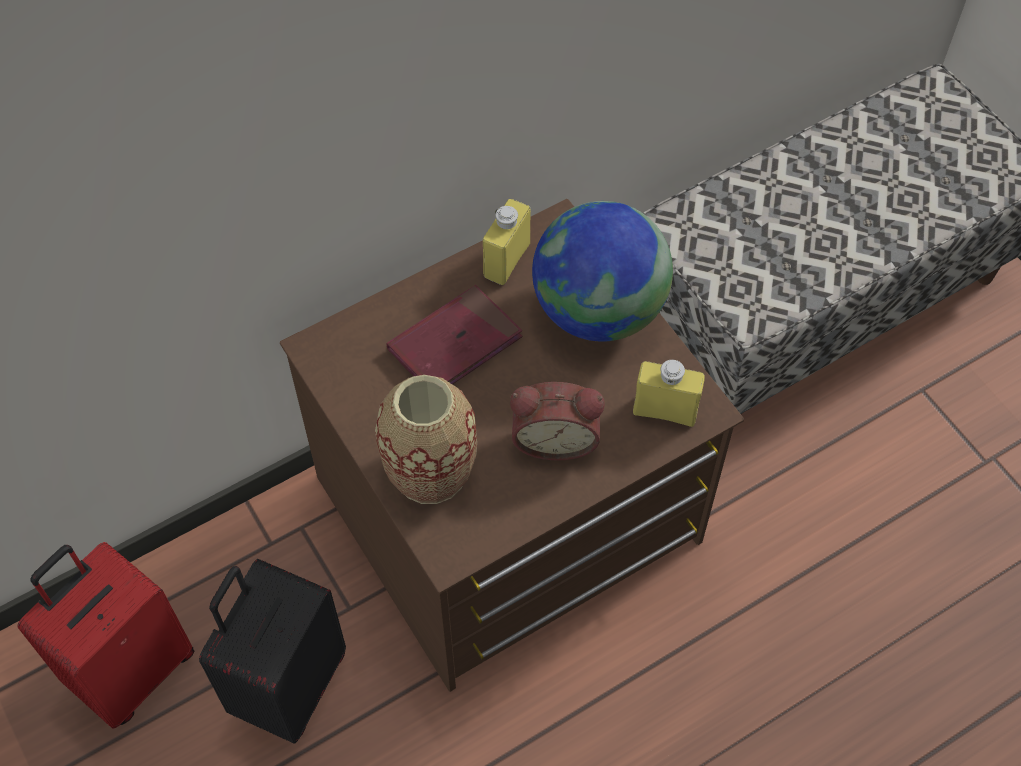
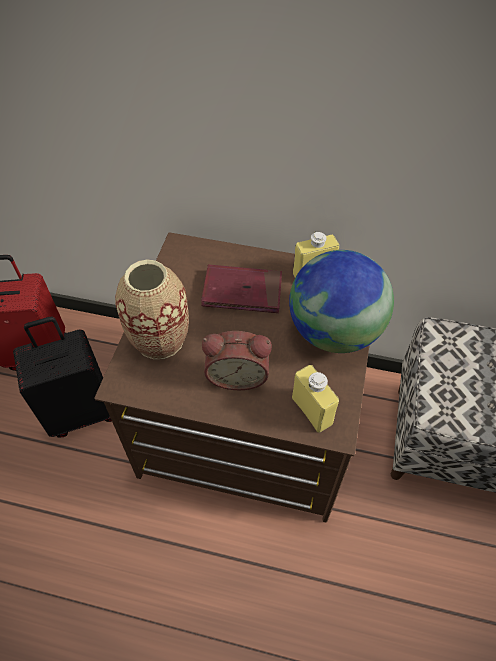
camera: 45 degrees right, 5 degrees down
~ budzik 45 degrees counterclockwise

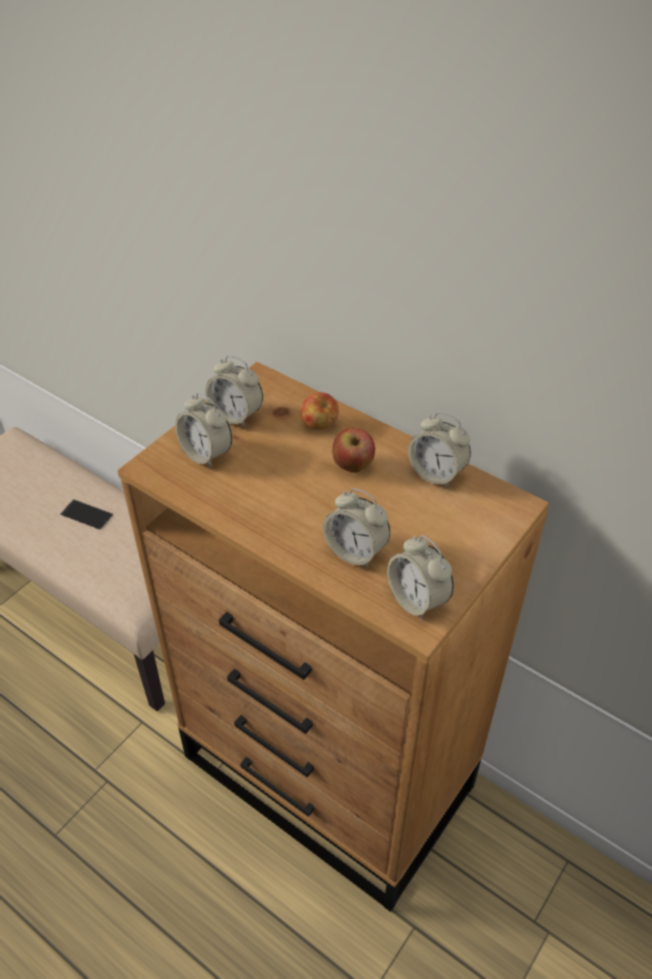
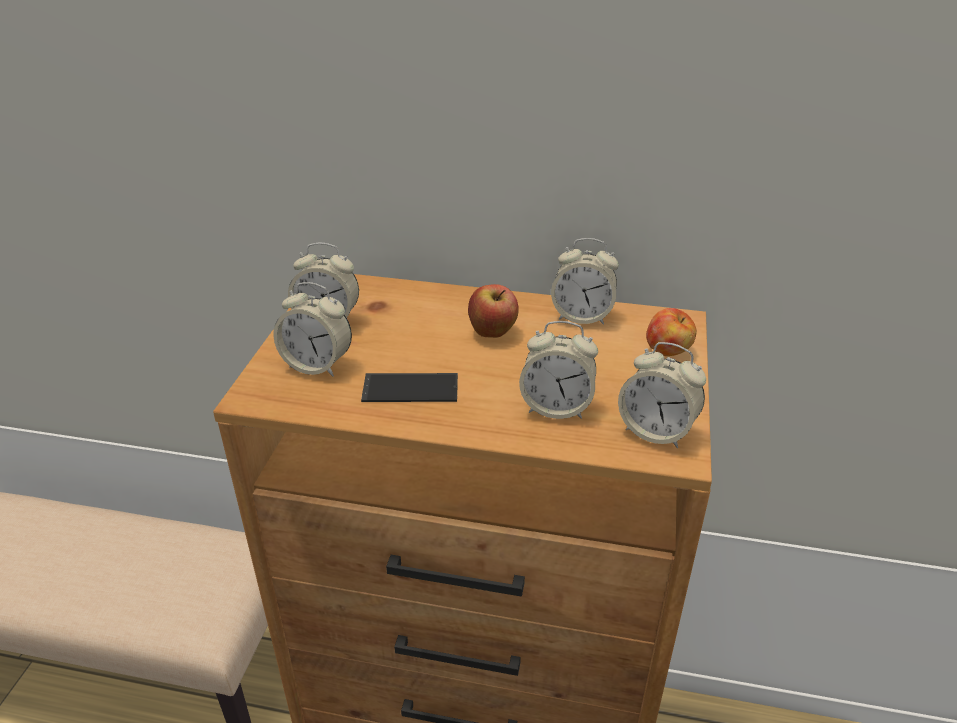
camera: 25 degrees left, 10 degrees down
~ telefon
~ jabłko (no. 1 from left in the first image) to jabłko (no. 2 from left)

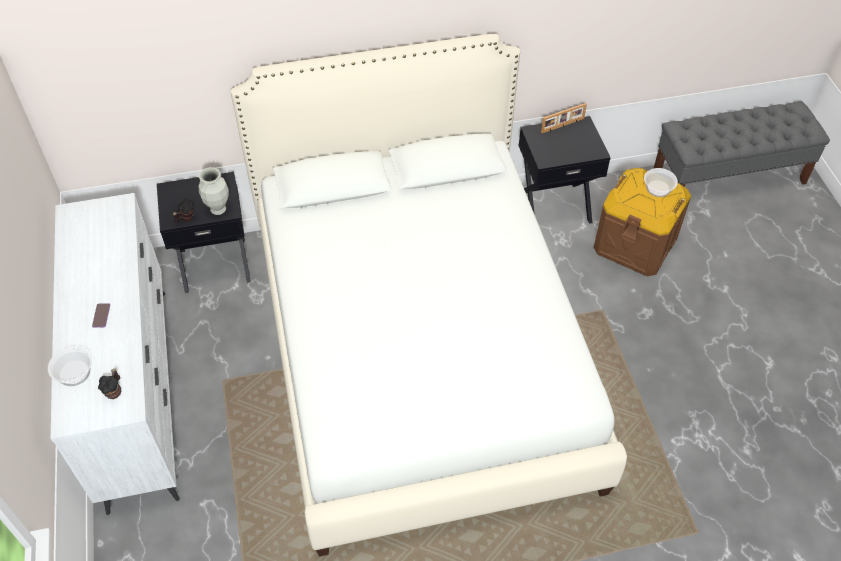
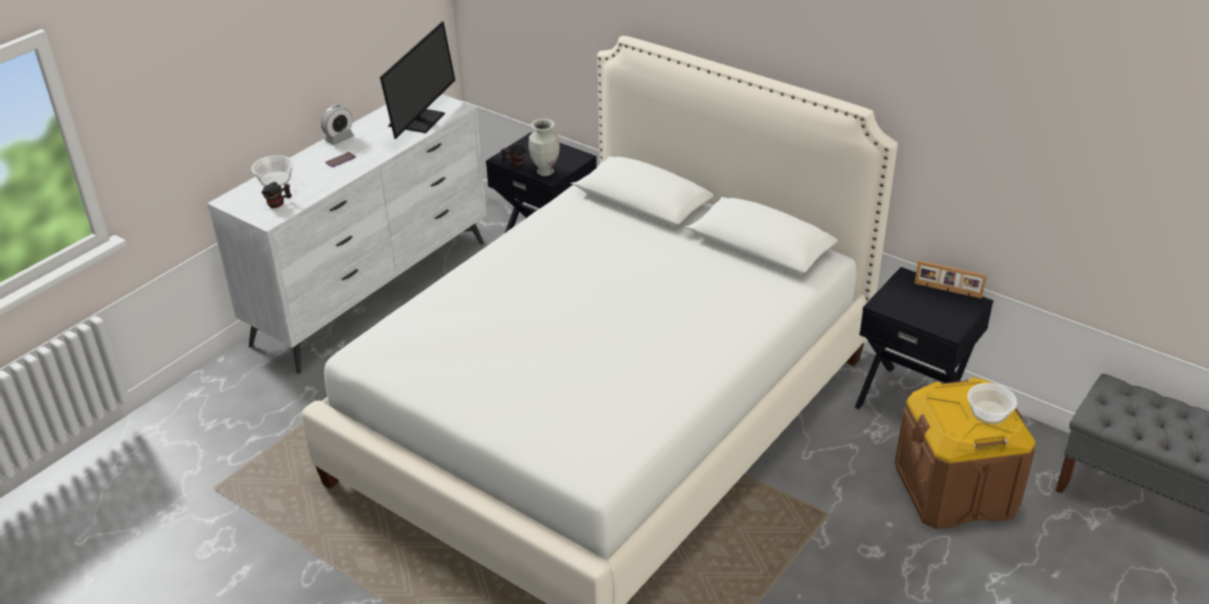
camera: 50 degrees right, 15 degrees down
+ budzik
+ monitor

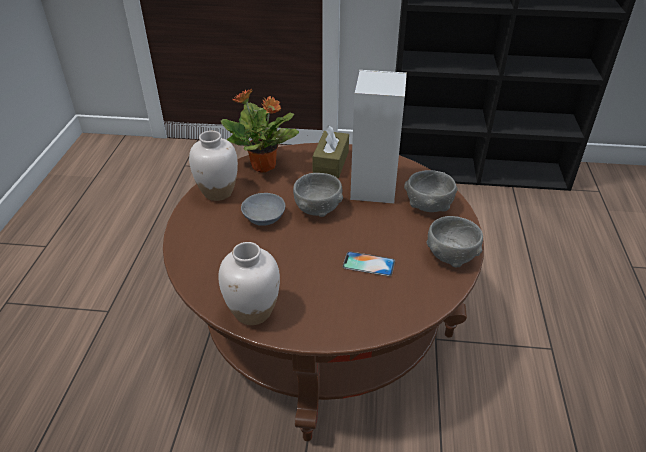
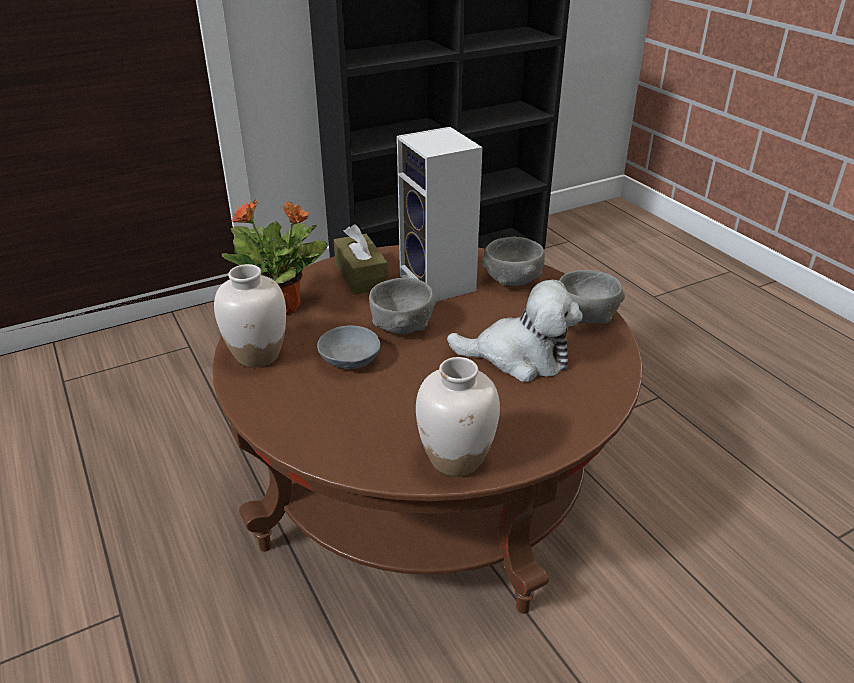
camera: 35 degrees left, 5 degrees down
~ telefon to pluszak

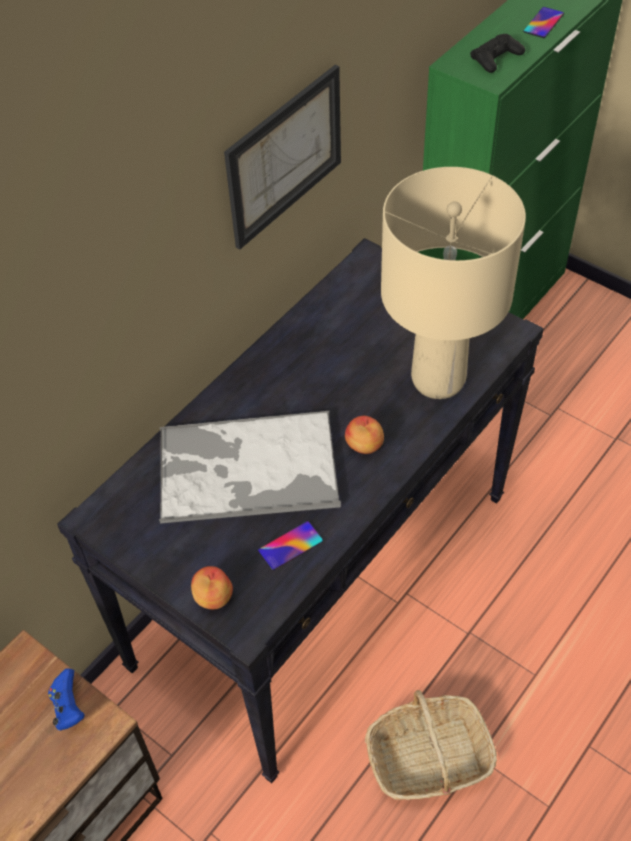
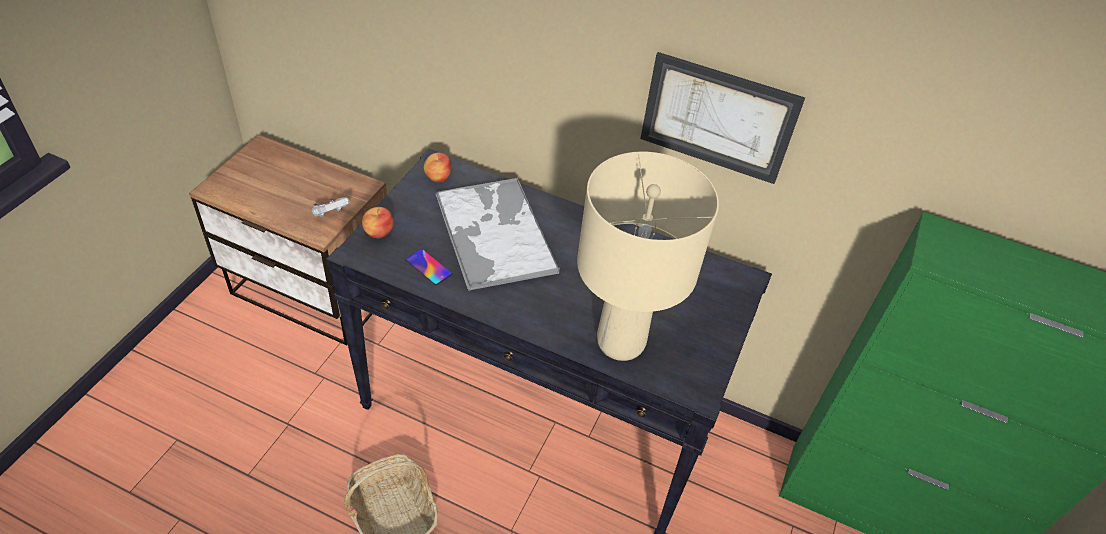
camera: 70 degrees right, 5 degrees down
~ pad do gier/niebieski to pad do gier/biały
~ jabłko (no. 2 from left)
- pad do gier/czarny
- telefon (no. 2 from left)

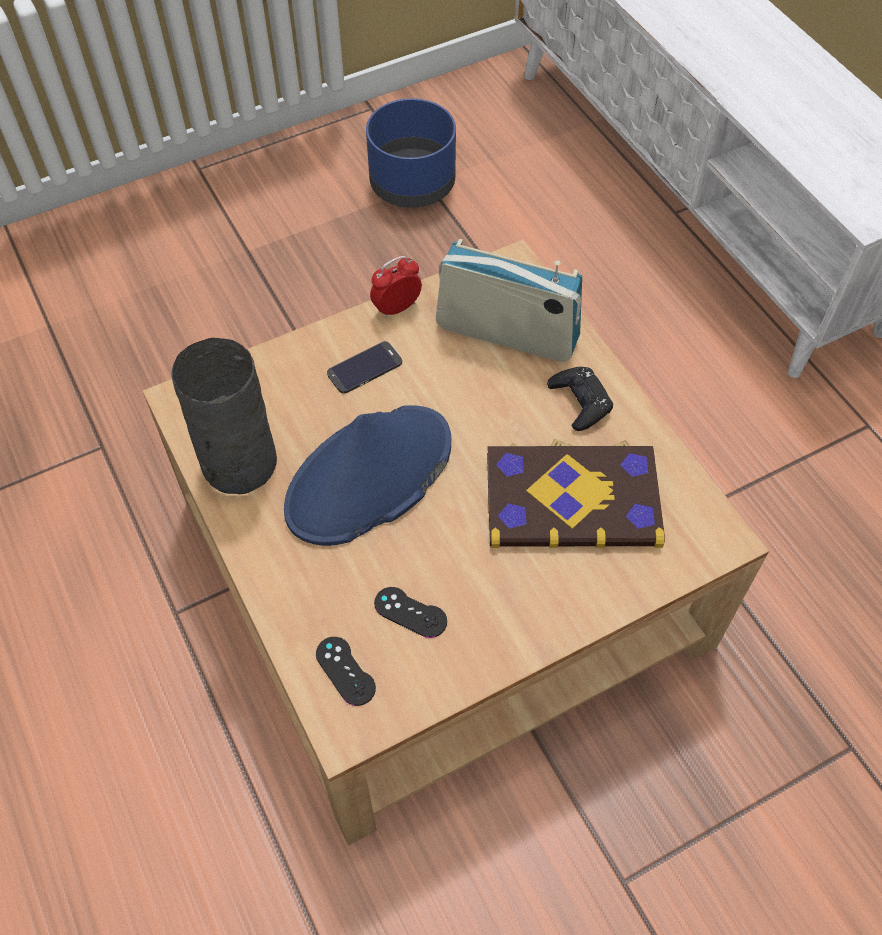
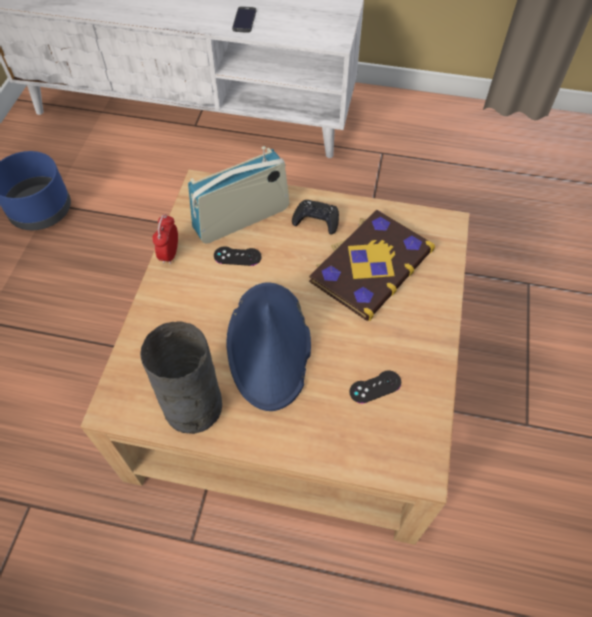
camera: 50 degrees left, 0 degrees up
~ pad do gier/czarny (no. 1 from left)
~ telefon

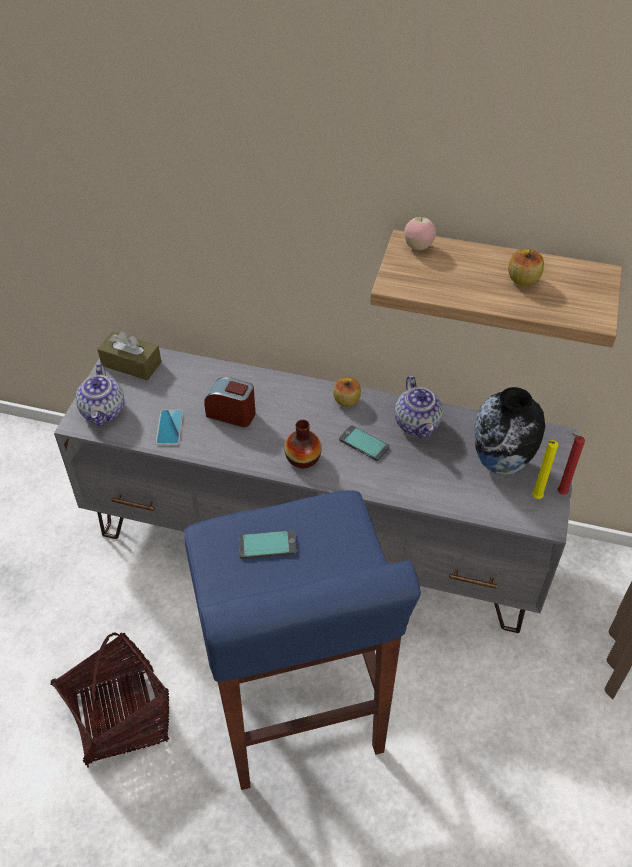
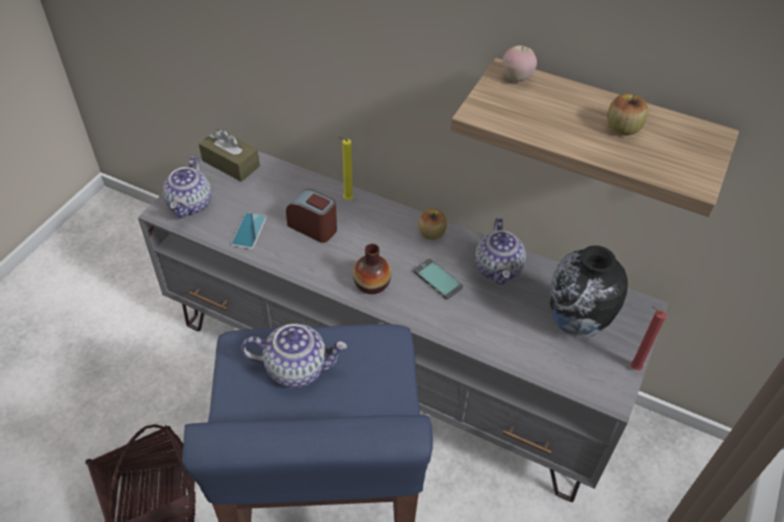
camera: 10 degrees right, 0 degrees up
~ telefon (no. 2 from left) to imbryk (no. 2 from left)
~ świeca/żółty

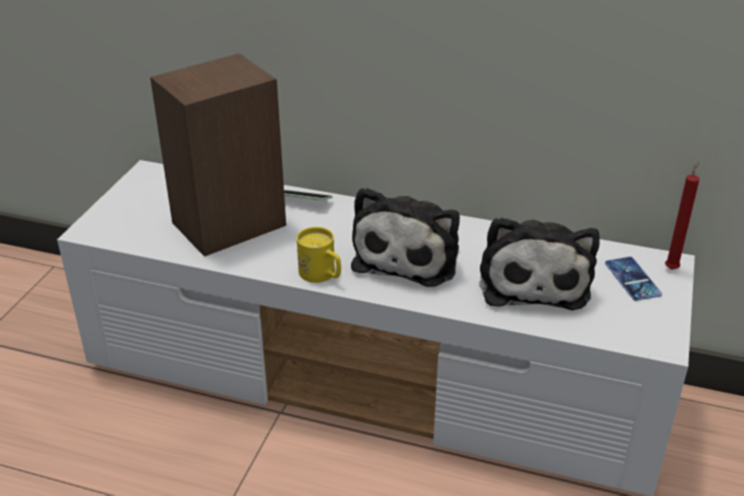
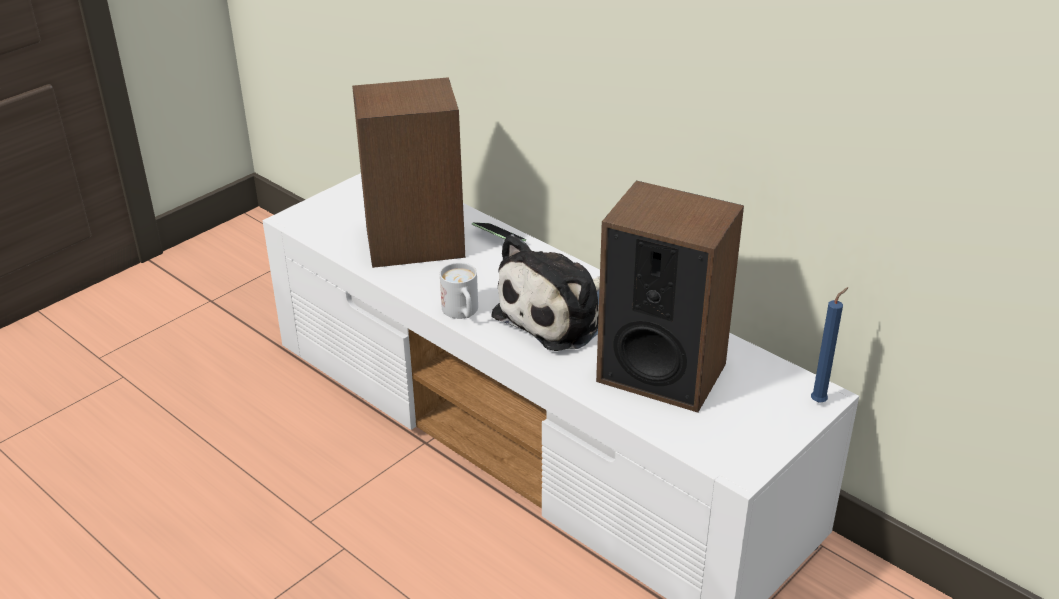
camera: 25 degrees right, 0 degrees up
~ kubek/żółty to kubek/biały
~ pluszak (no. 2 from left) to głośnik (no. 2 from left)
~ świeca/czerwony to świeca/niebieski
- telefon (no. 2 from left)

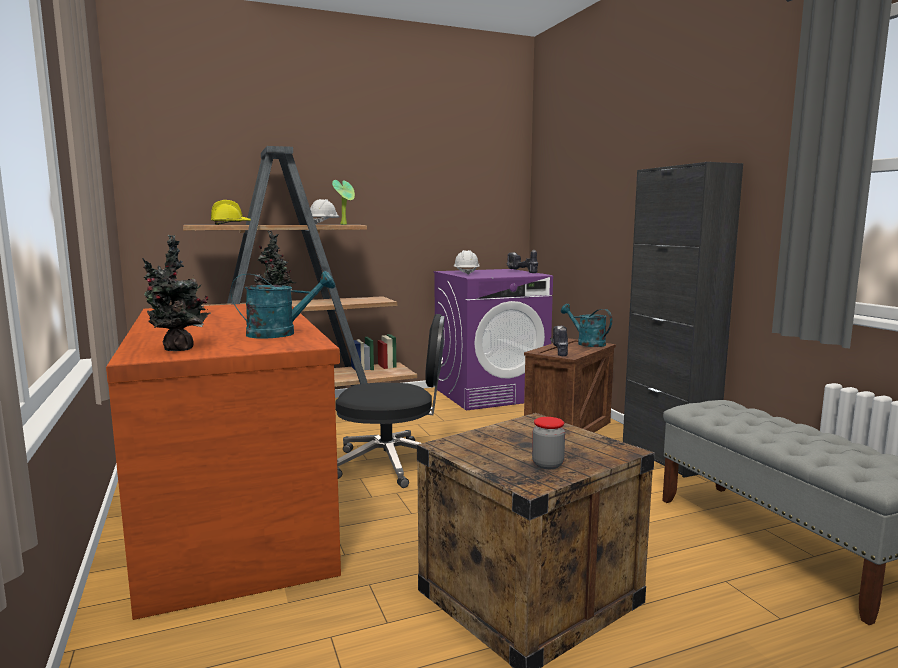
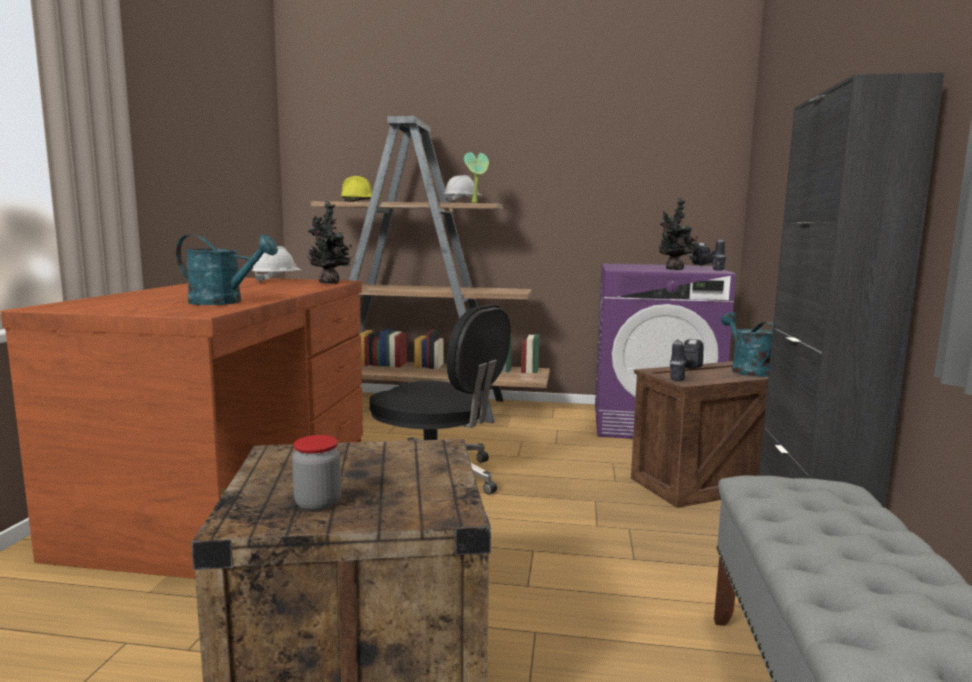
camera: 30 degrees right, 0 degrees up
~ kask/biały (no. 2 from left in the first image) to kask/biały (no. 1 from left)
~ roślina doniczkowa (no. 1 from left in the first image) to roślina doniczkowa (no. 3 from left)

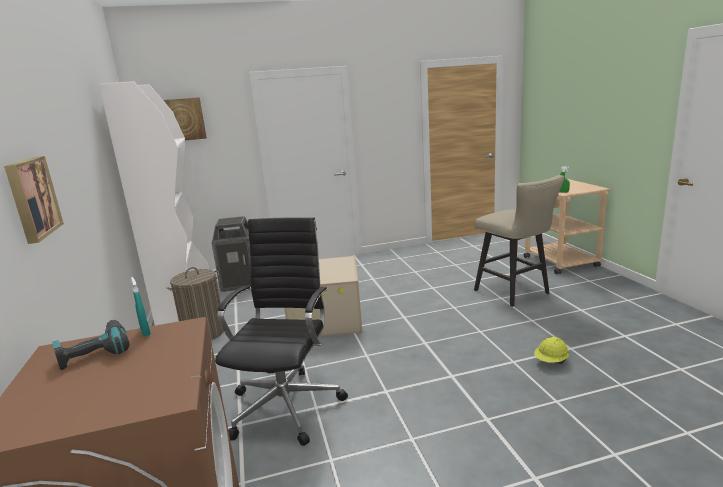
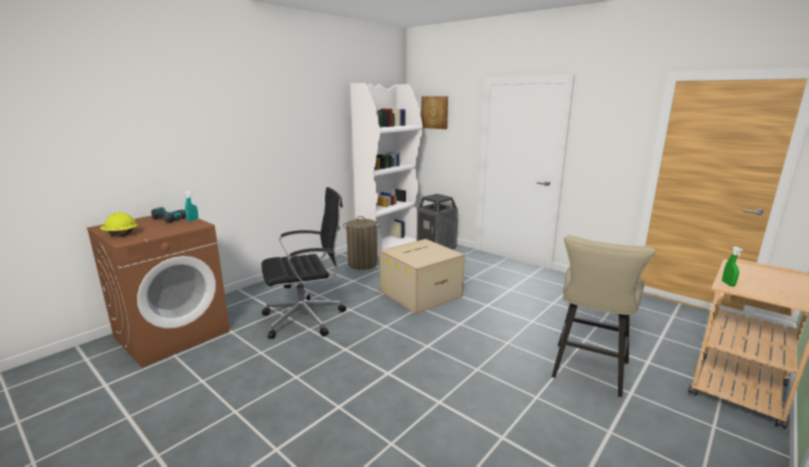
camera: 55 degrees right, 0 degrees up
~ kask/żółty
- obraz (no. 1 from left)

